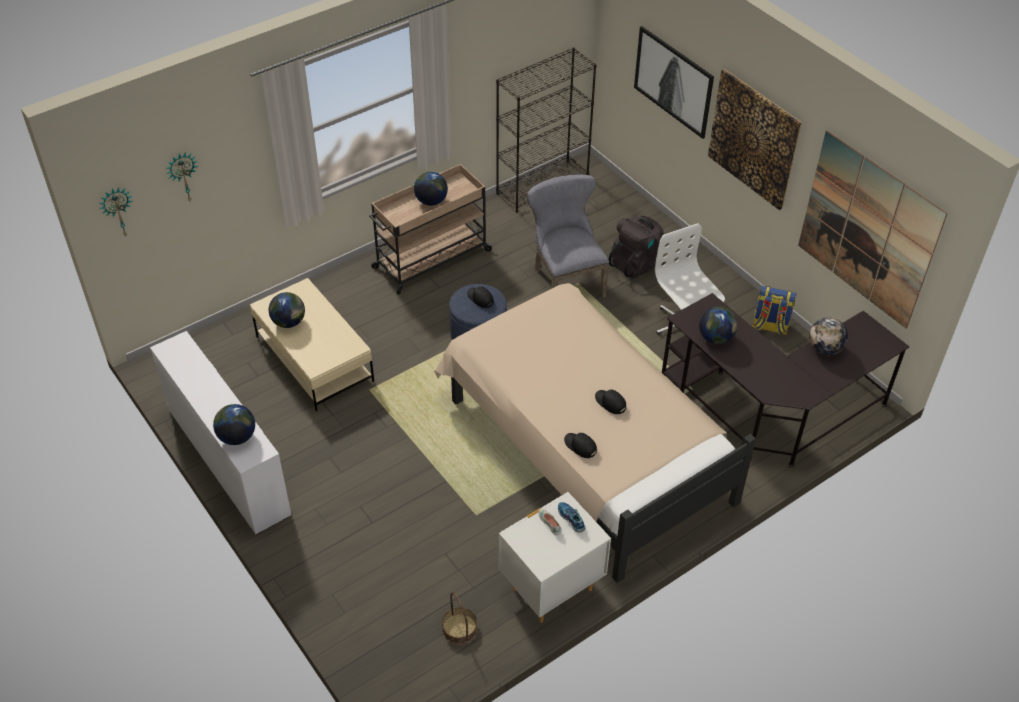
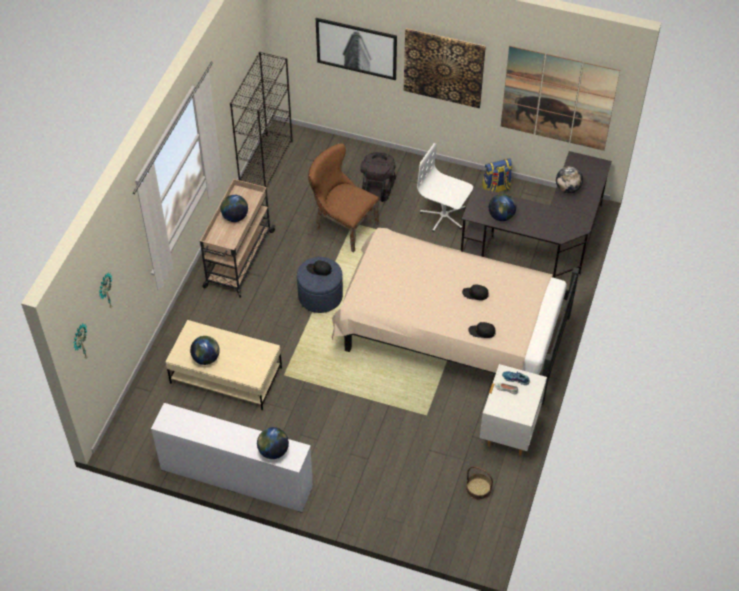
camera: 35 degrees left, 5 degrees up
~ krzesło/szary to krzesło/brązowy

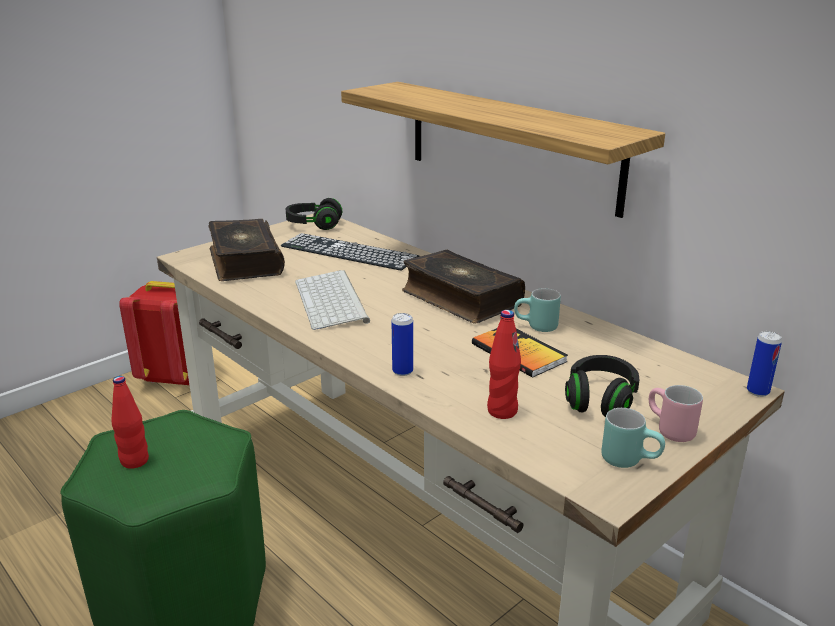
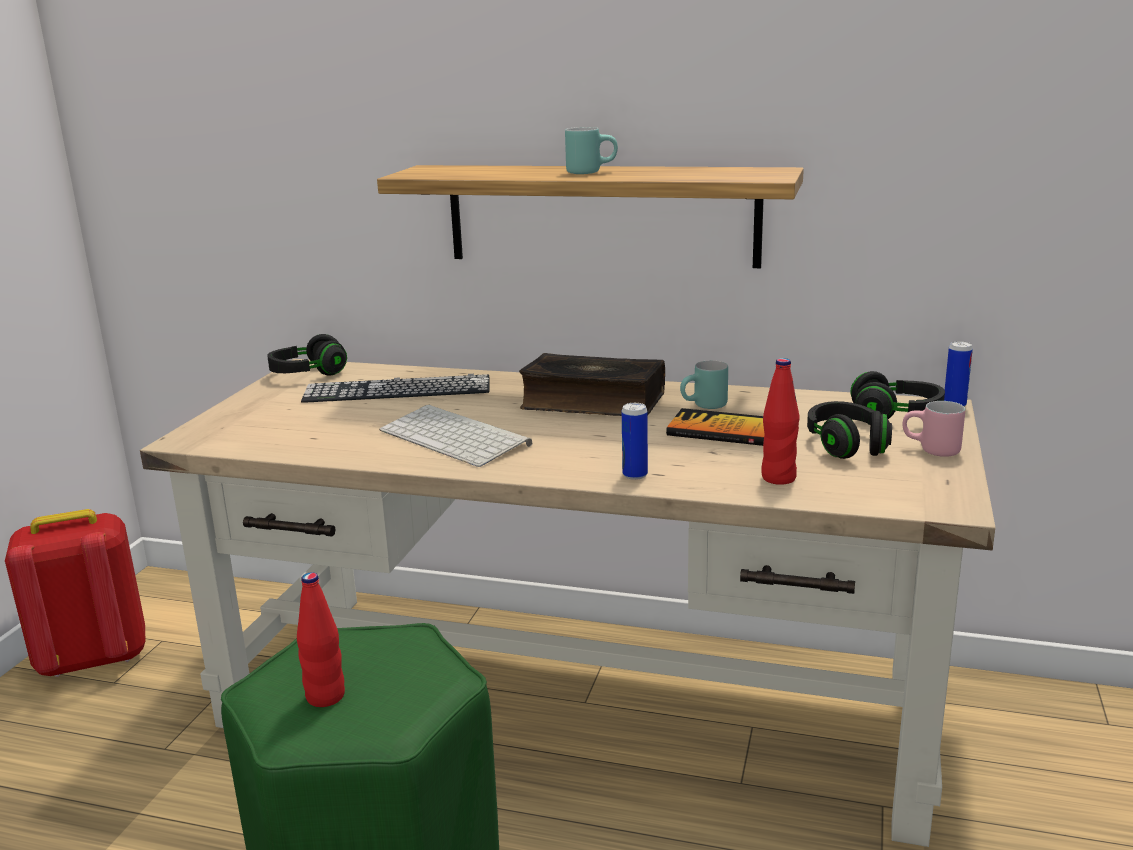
camera: 30 degrees left, 5 degrees down
~ kubek/turkusowy (no. 2 from left in the first image) to kubek/turkusowy (no. 1 from left)
+ słuchawki/czarny (no. 3 from left)
- książka (no. 1 from left)

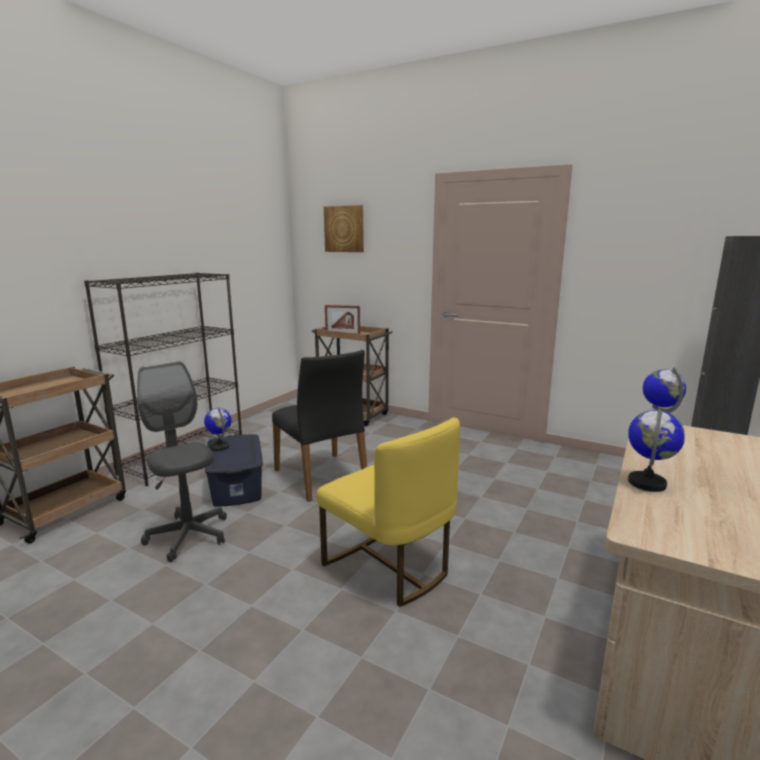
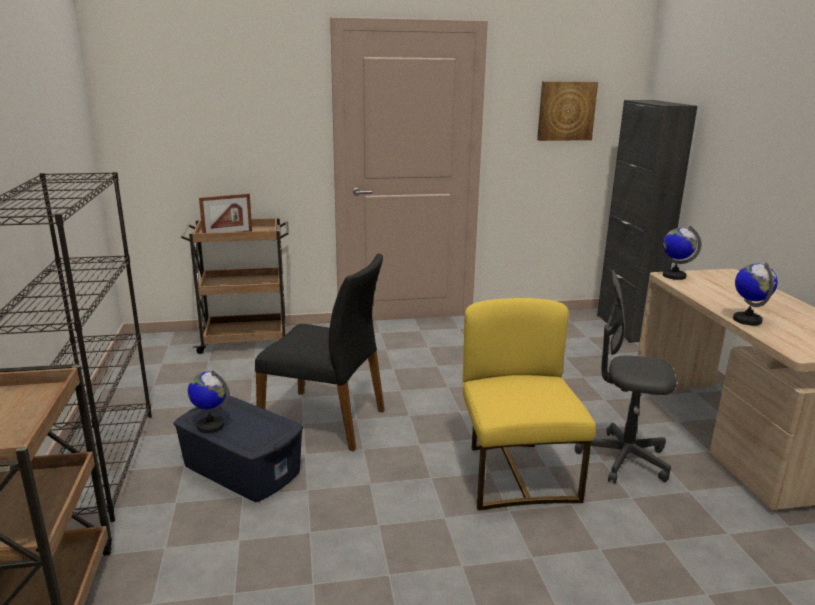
camera: 40 degrees left, 5 degrees up
~ krzesło/żółty 105 degrees counterclockwise
~ obraz
~ krzesło biurowe/szary

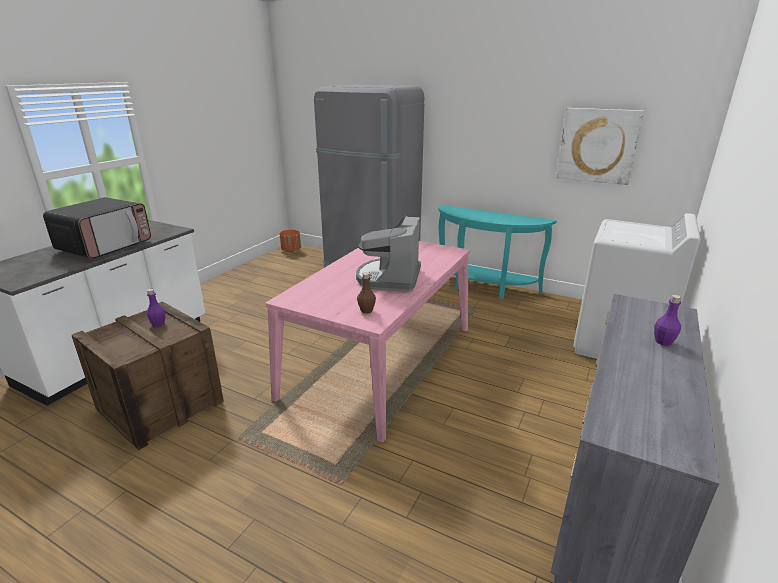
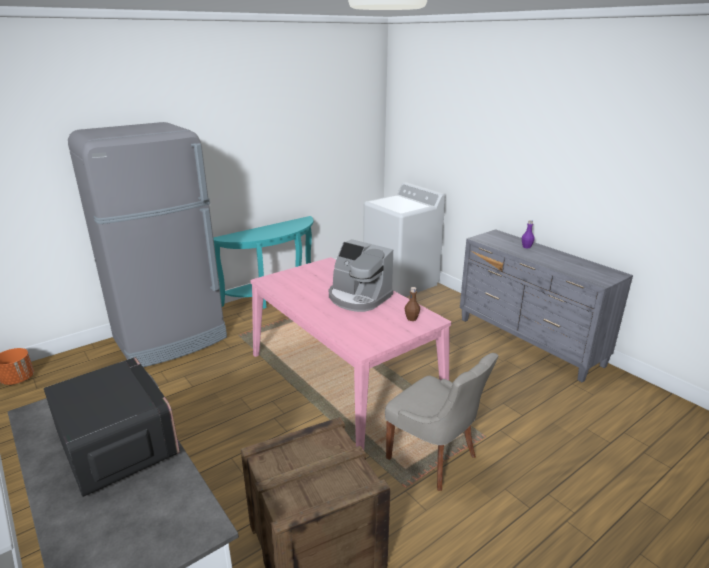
camera: 65 degrees left, 0 degrees up
+ krzesło/szary
- butelka/fioletowy (no. 1 from left)
- obraz

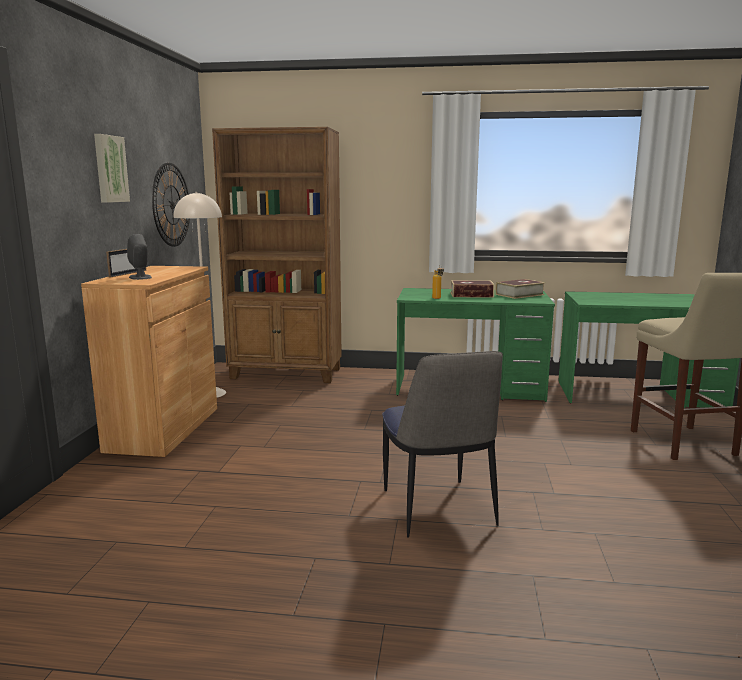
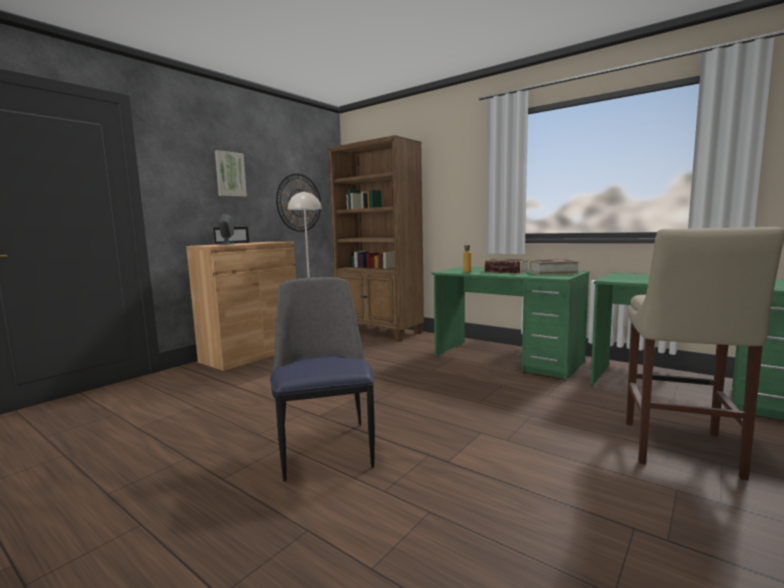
camera: 30 degrees right, 5 degrees down
~ krzesło 150 degrees clockwise

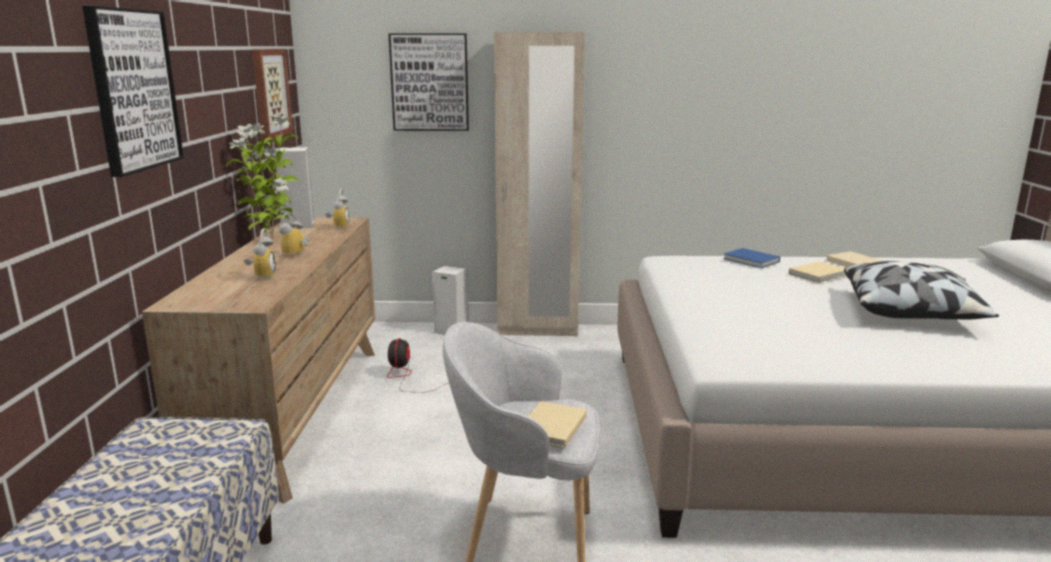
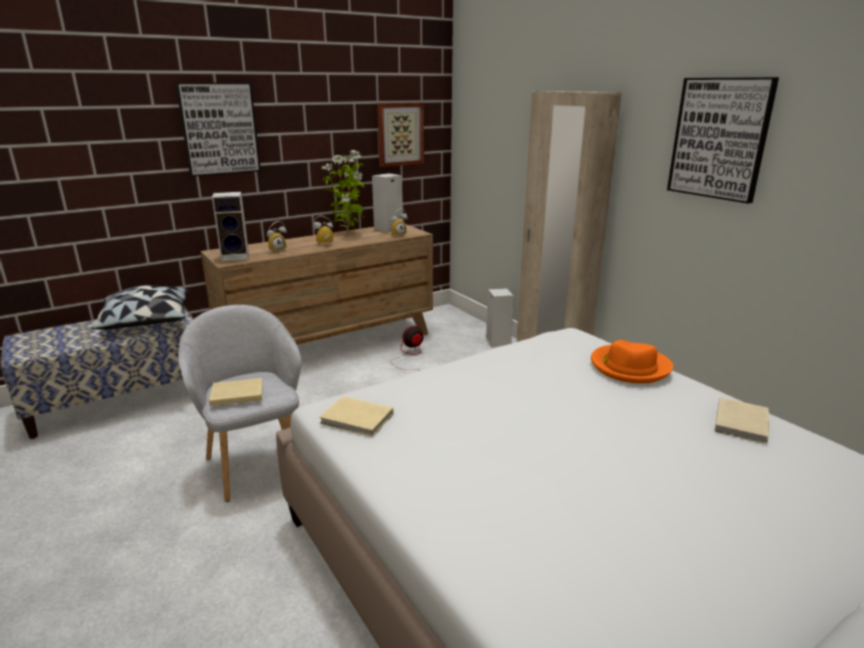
camera: 55 degrees right, 5 degrees up
~ poduszka
+ głośnik (no. 1 from left)
~ książka/beżowy (no. 2 from left)
~ książka/niebieski to kapelusz/pomarańczowy
~ obraz (no. 3 from left)

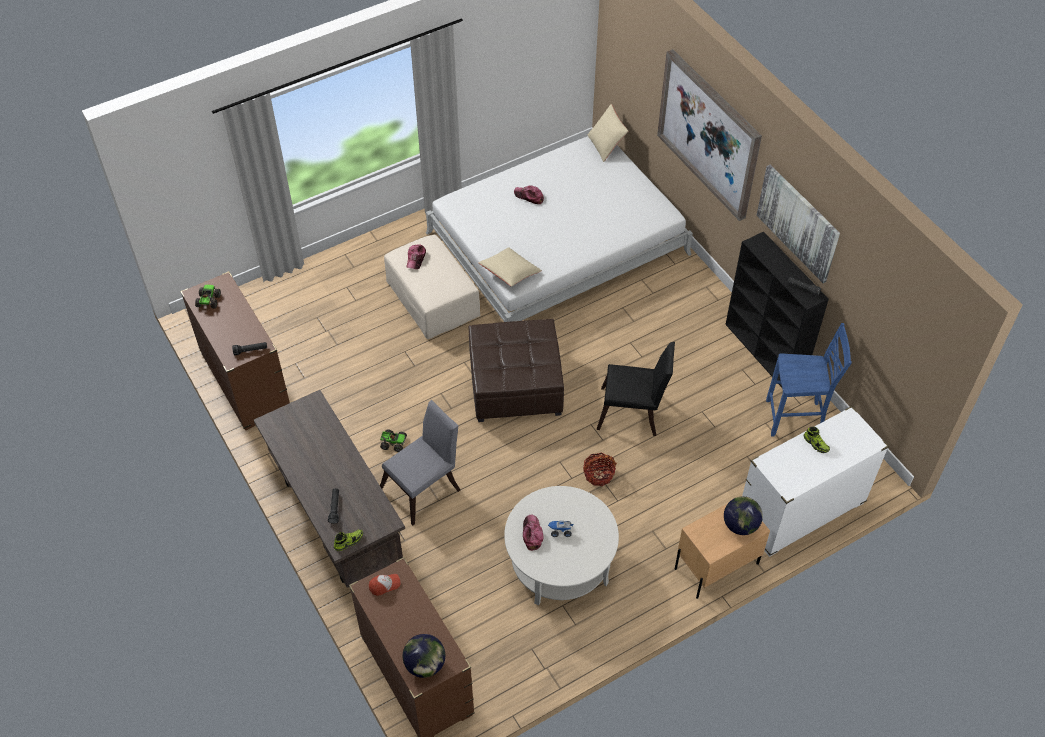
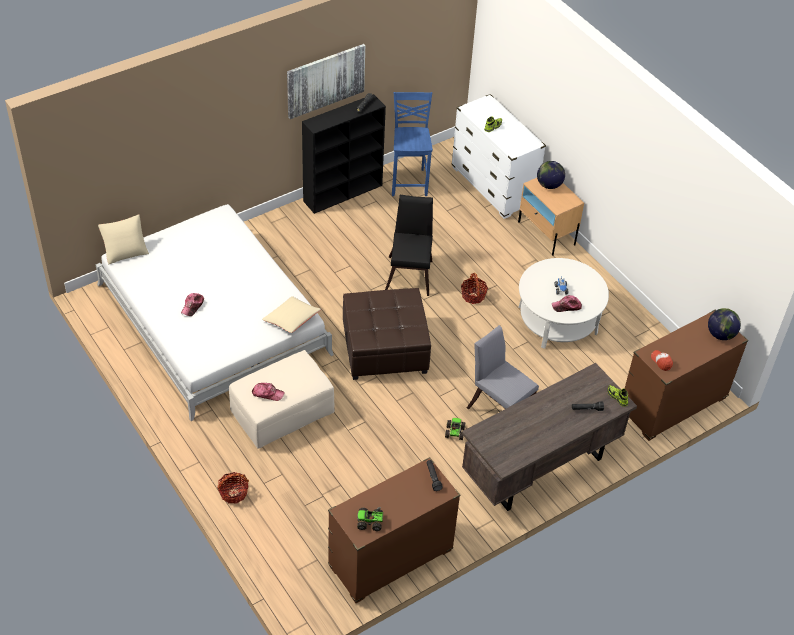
camera: 95 degrees left, 5 degrees down
+ koszyk (no. 1 from left)
- obraz (no. 1 from left)

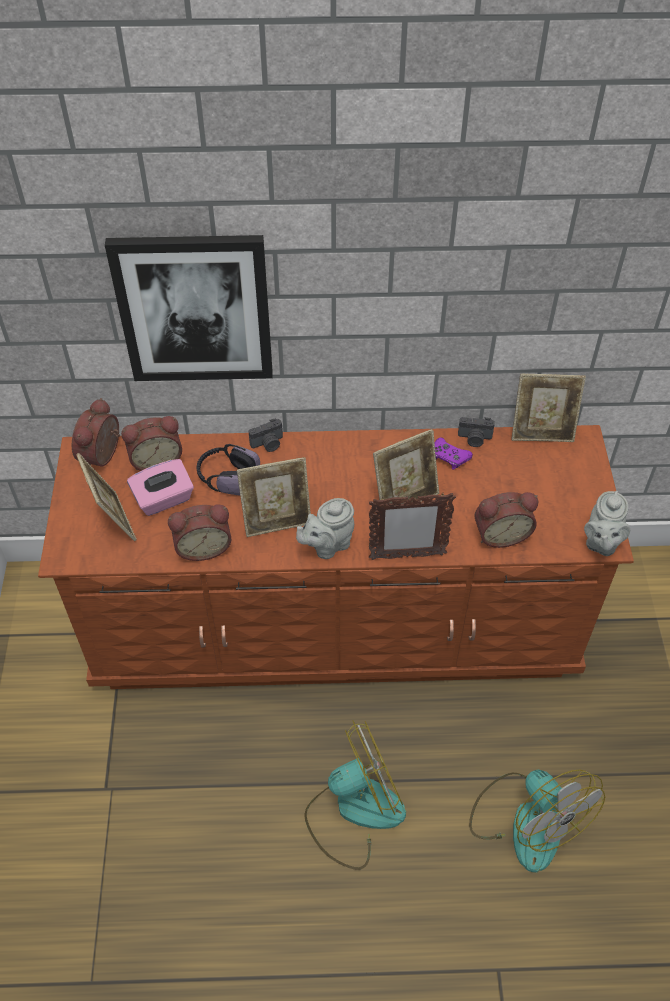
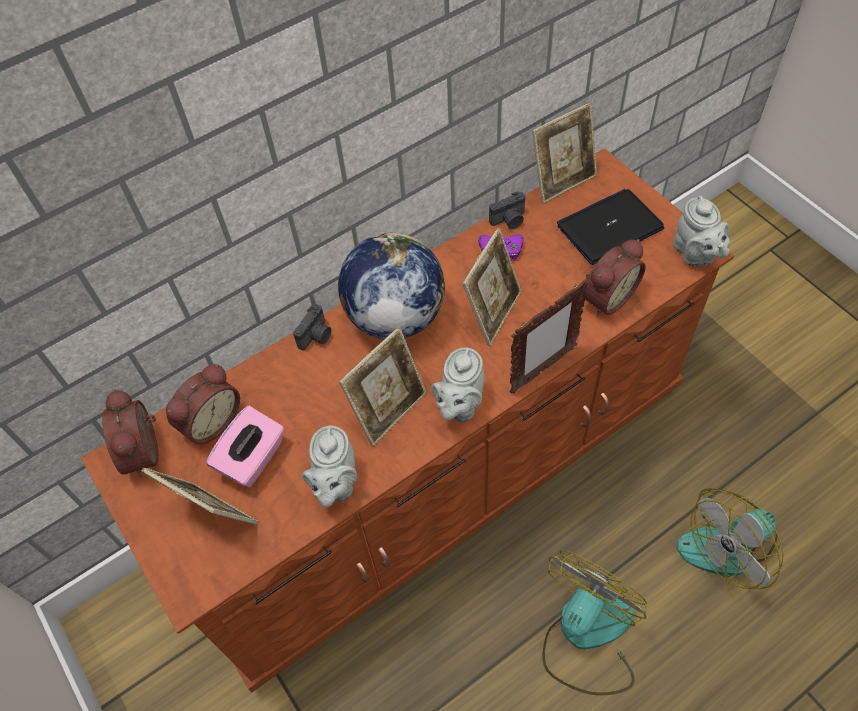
camera: 30 degrees left, 5 degrees up
~ budzik (no. 3 from left) to imbryk/szary (no. 1 from left)
+ globus
+ laptop
~ wentylator (no. 2 from left) 120 degrees clockwise
- obraz
- słuchawki

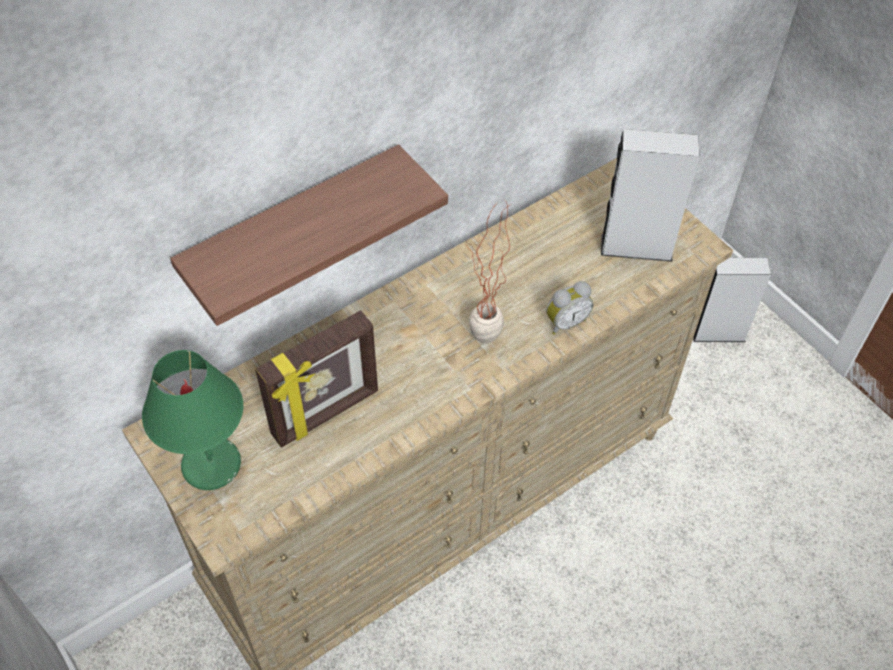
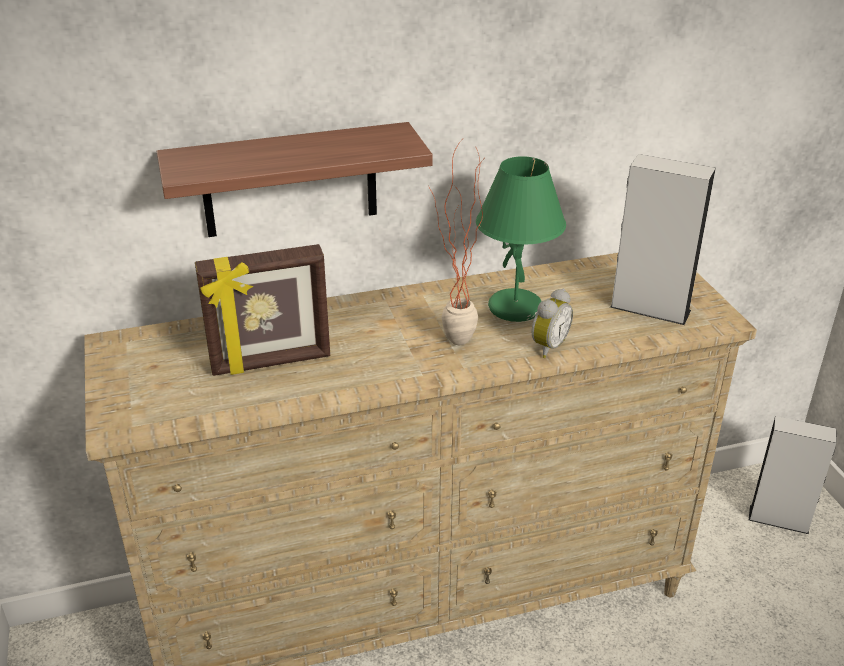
camera: 20 degrees right, 20 degrees down
~ lampa stołowa/zielony
~ budzik 45 degrees counterclockwise

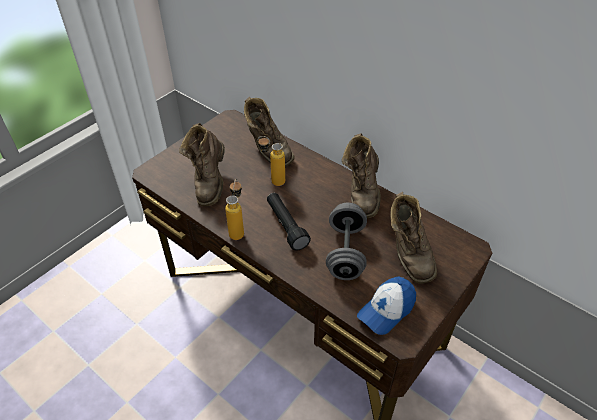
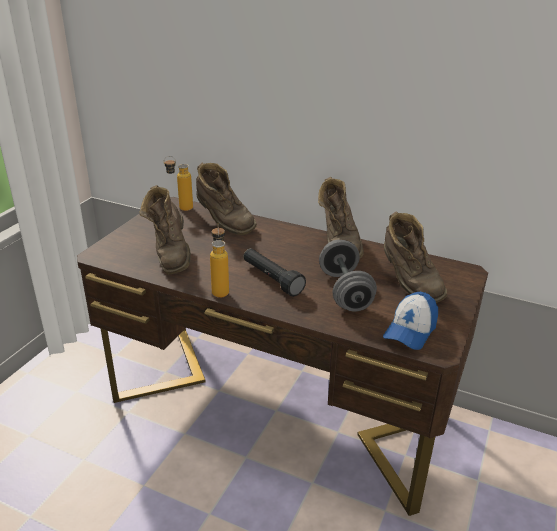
camera: 15 degrees left, 15 degrees down
~ butelka (no. 2 from left in the first image) to butelka (no. 1 from left)

